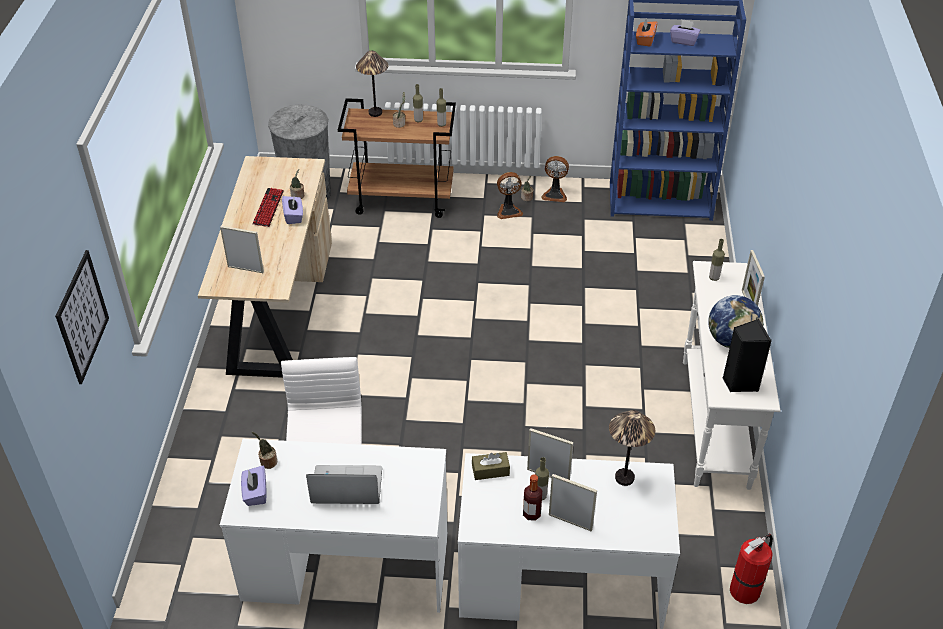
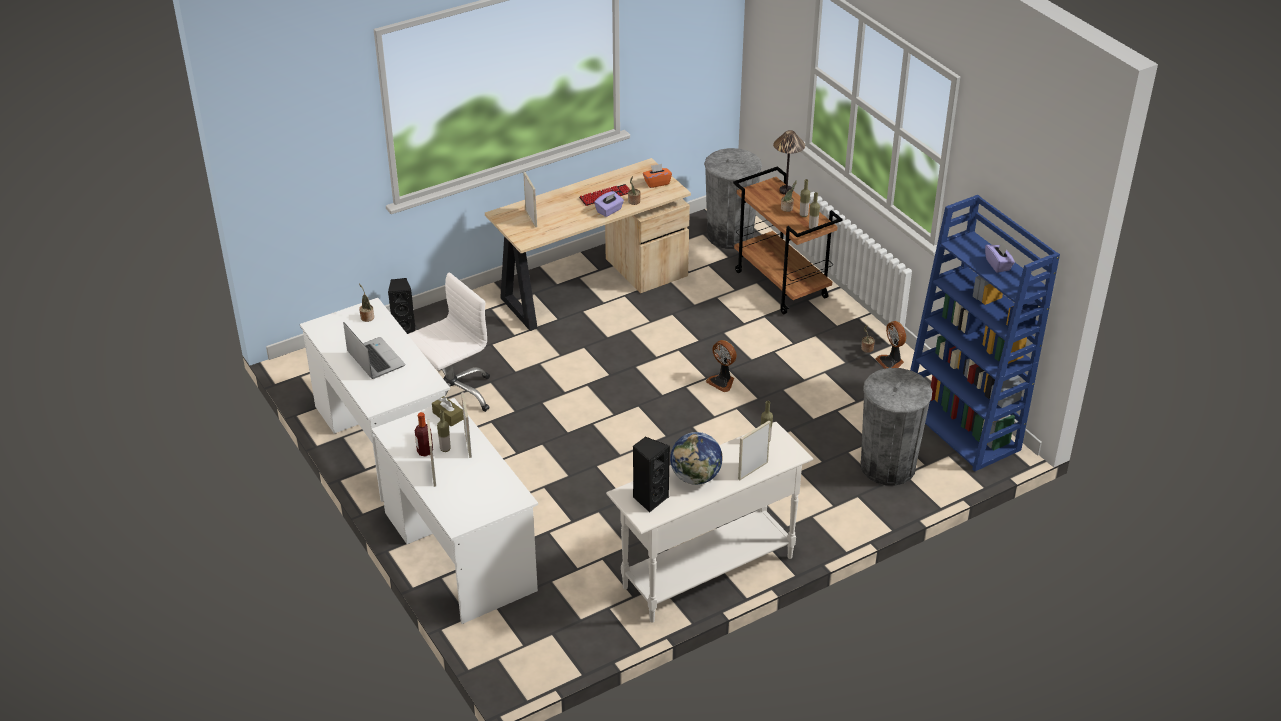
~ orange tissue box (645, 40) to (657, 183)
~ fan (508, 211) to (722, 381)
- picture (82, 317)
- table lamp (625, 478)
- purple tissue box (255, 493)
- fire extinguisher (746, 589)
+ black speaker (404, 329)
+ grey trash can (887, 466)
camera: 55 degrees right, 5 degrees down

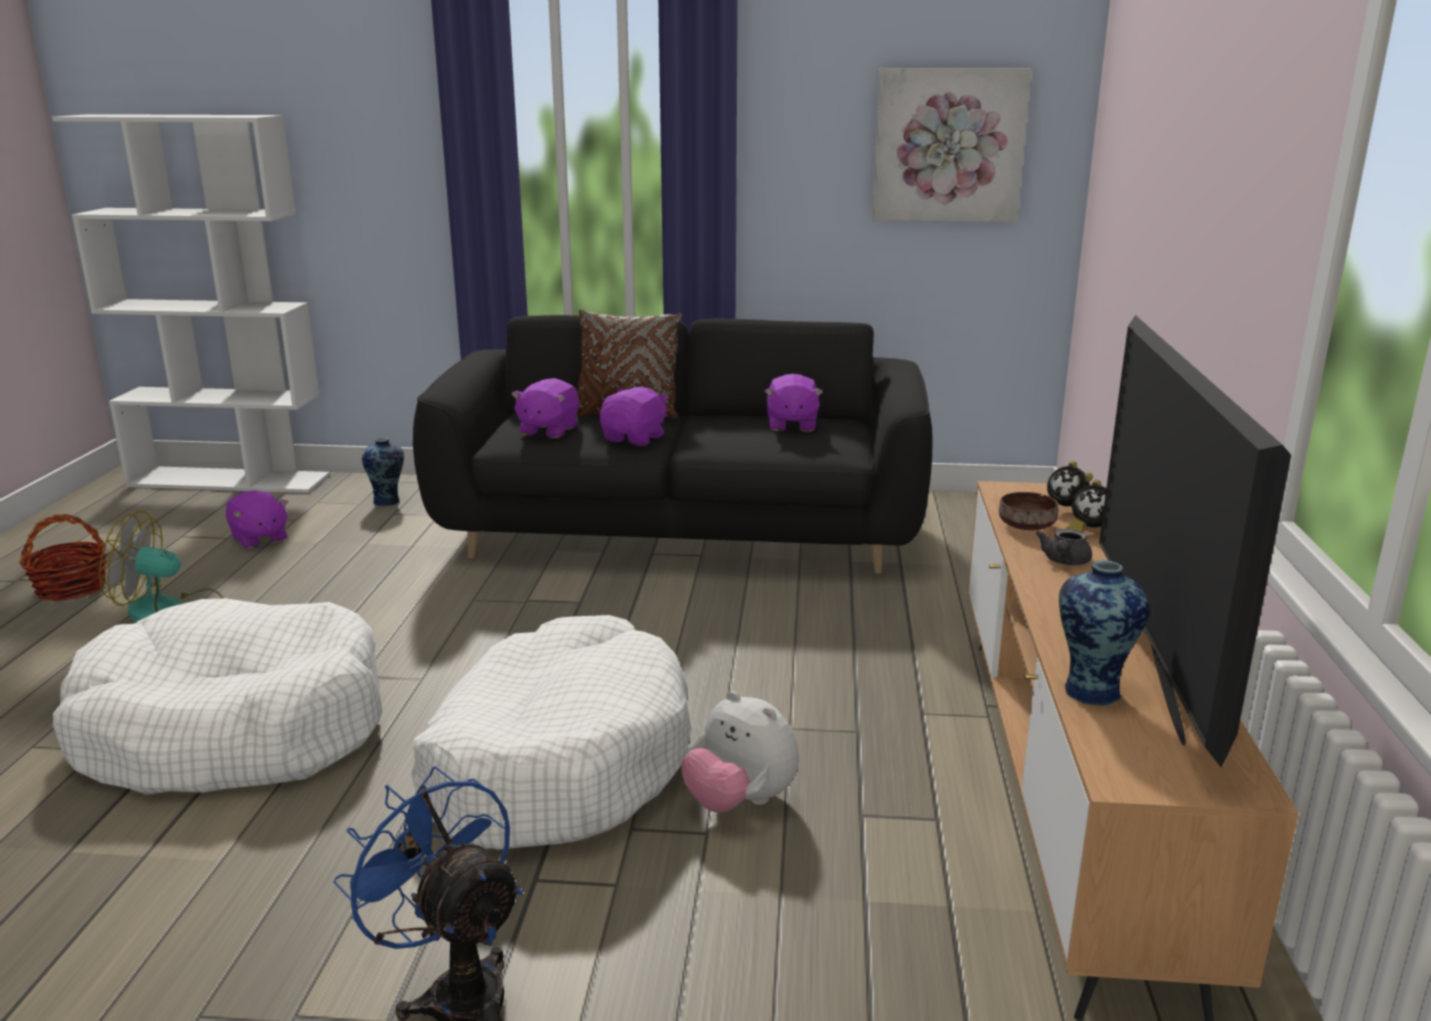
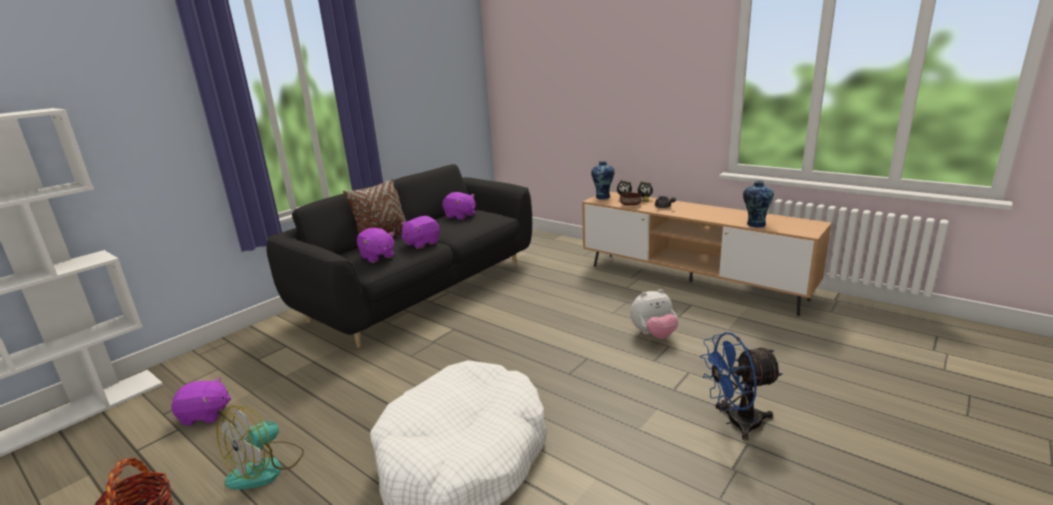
- picture (948, 145)
- television (1150, 668)
~ purple plush toy (635, 439) = (421, 243) 105 degrees counterclockwise
~ vase (388, 501) to (603, 197)
- white dog bed (557, 762)
camera: 55 degrees left, 0 degrees up

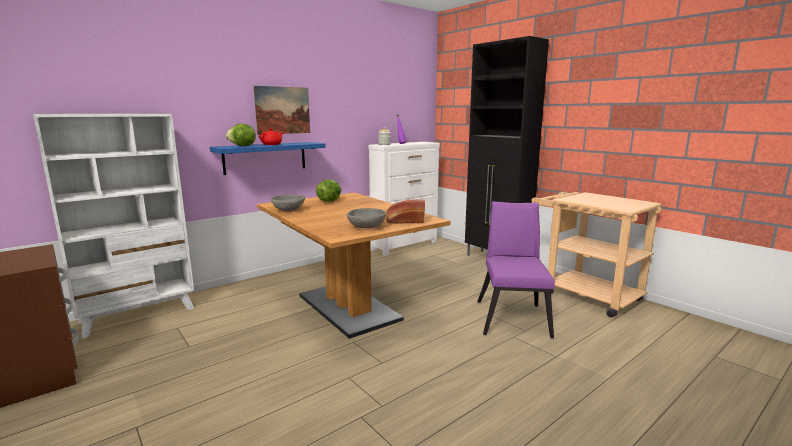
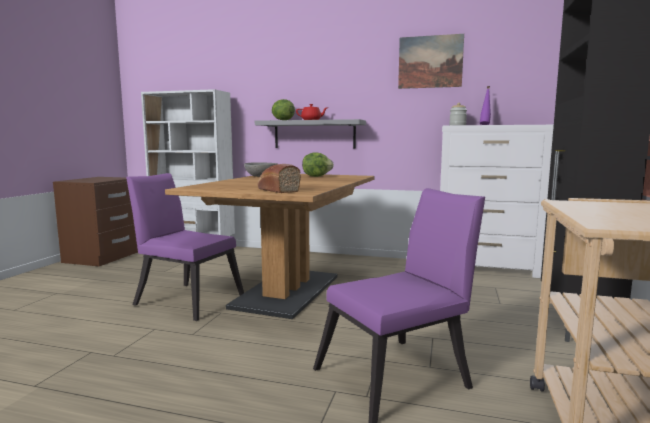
~ picture (283, 110) to (430, 62)
~ blue shelf (265, 157) to grey shelf (314, 134)
- grey bowl (366, 227)
+ purple chair (186, 299)
camera: 55 degrees right, 5 degrees down

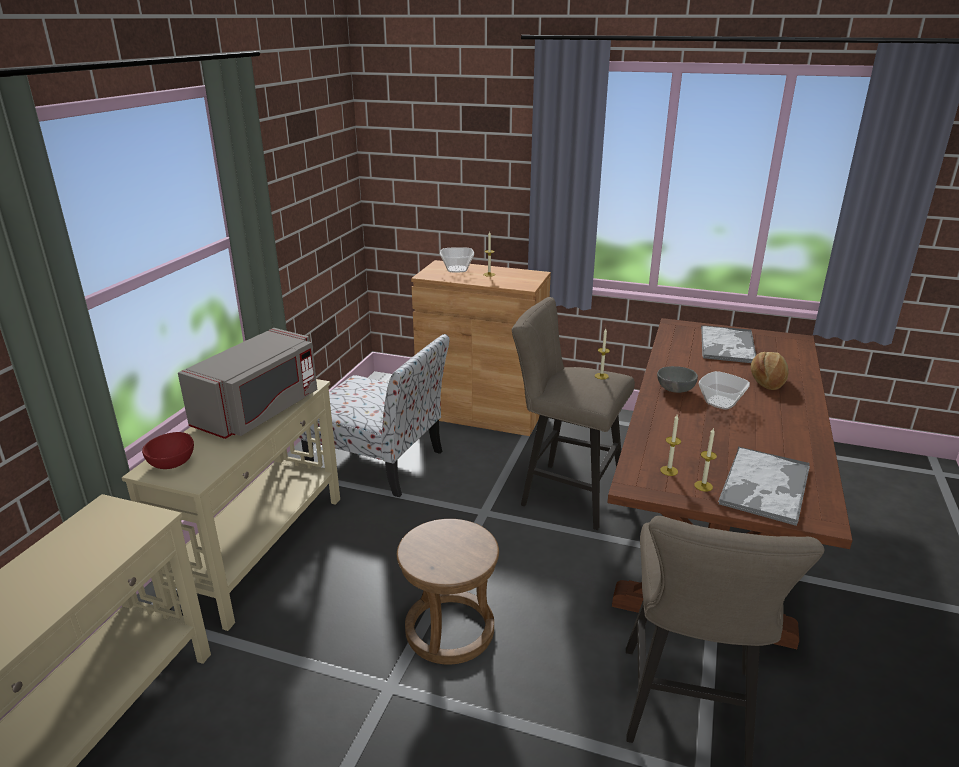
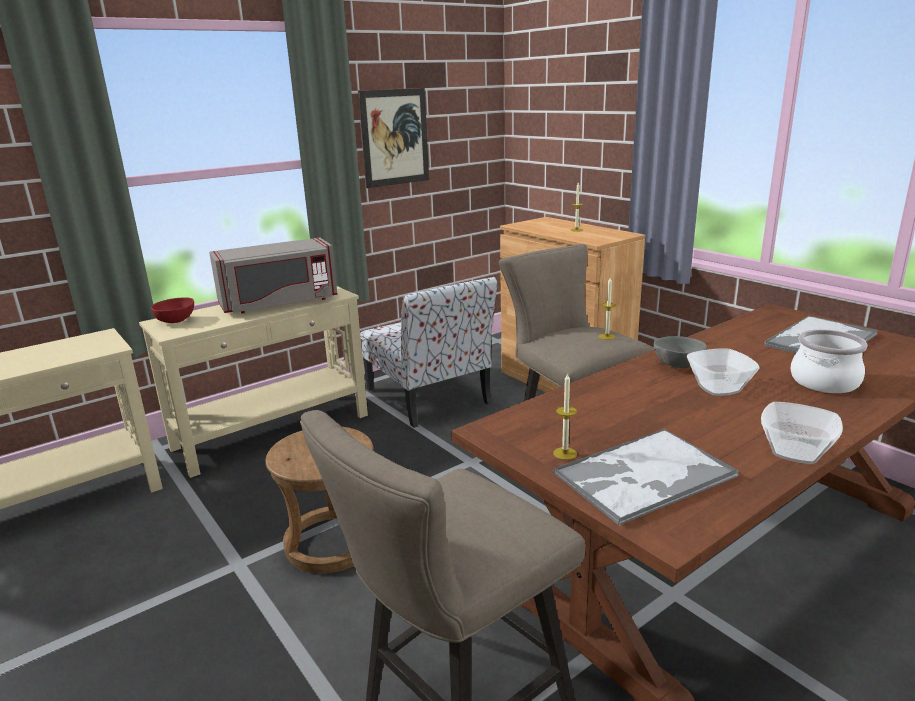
~ bowl (457, 269) to (796, 452)
~ bread (768, 380) to cooking pot (825, 382)
- candle (669, 471)
+ picture (395, 137)
camera: 35 degrees right, 5 degrees down

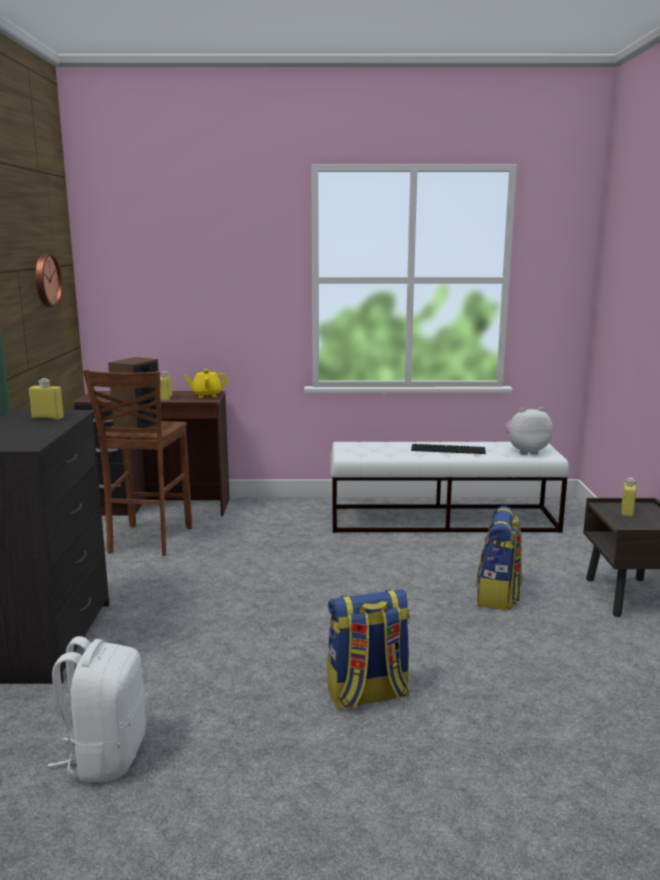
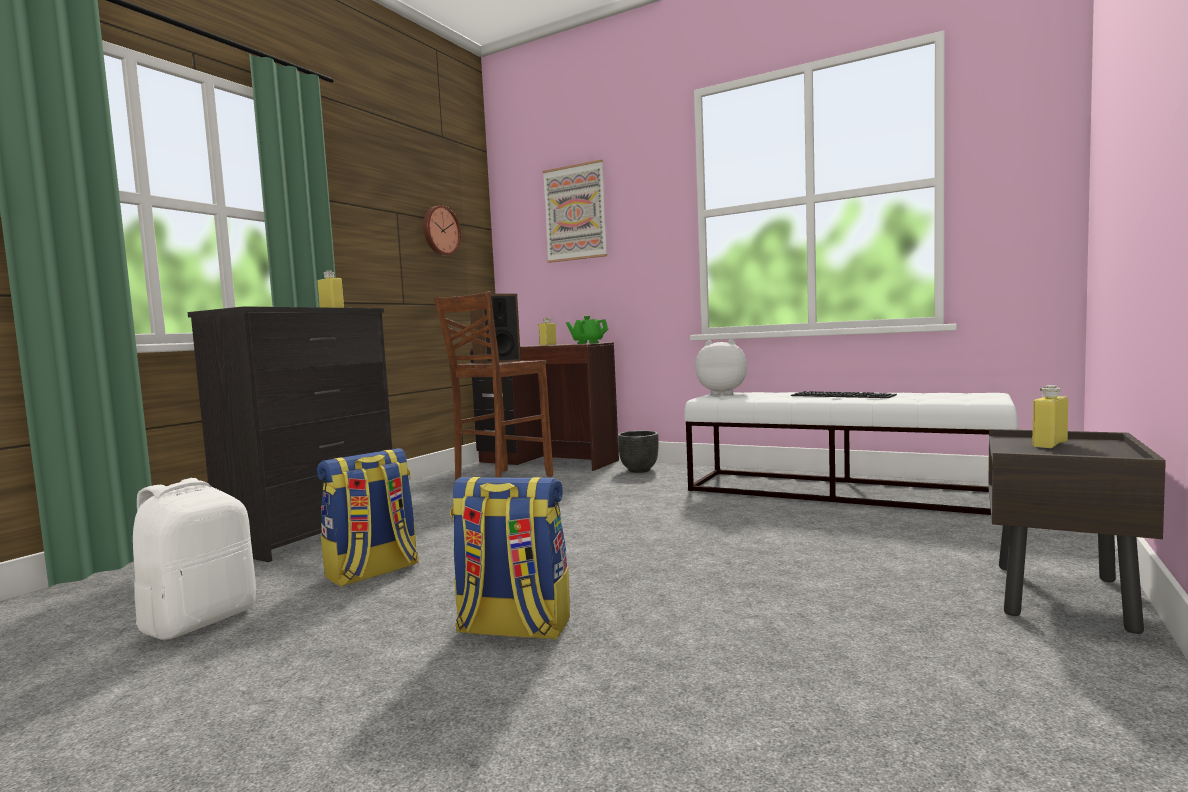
~ yellow teapot (206, 395) to green teapot (587, 343)
~ plush toy (526, 451) to (723, 393)
~ backpack (498, 596) to (373, 572)
+ picture (575, 213)
+ black planter (638, 470)
camera: 30 degrees right, 10 degrees down

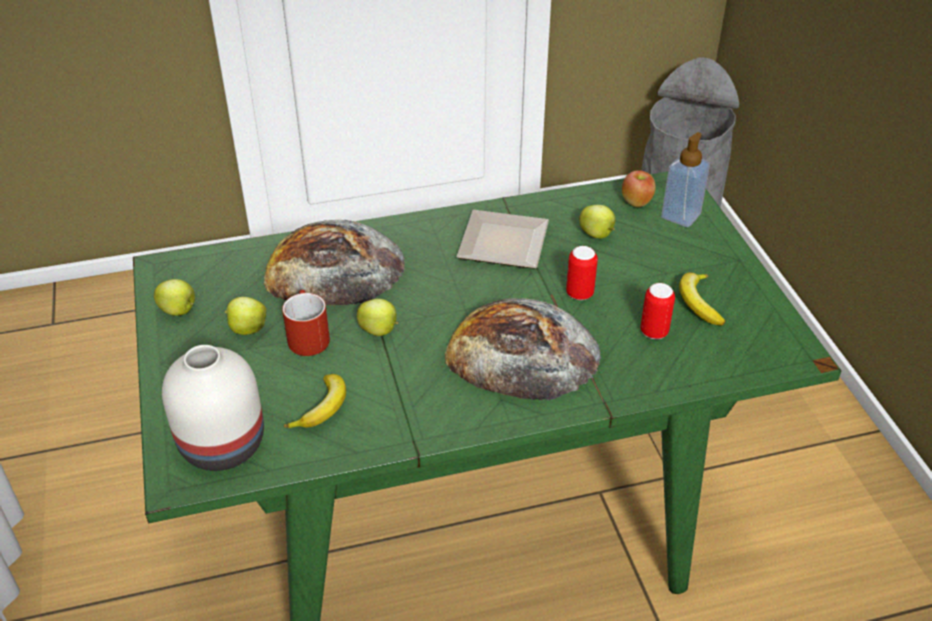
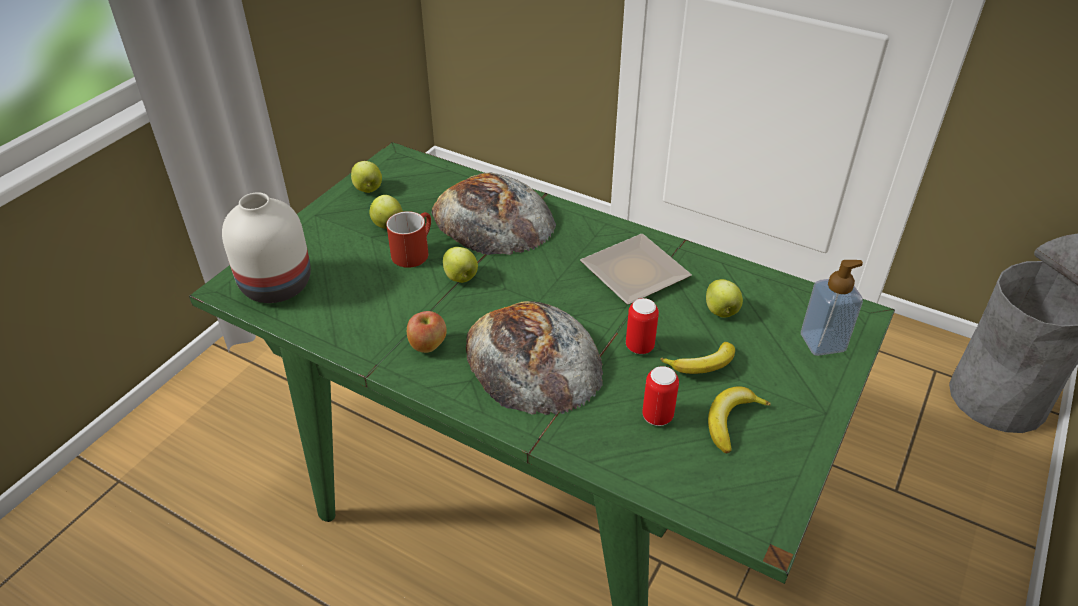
~ apple (637, 202) to (428, 346)
~ banana (323, 408) to (702, 365)
camera: 45 degrees right, 0 degrees up

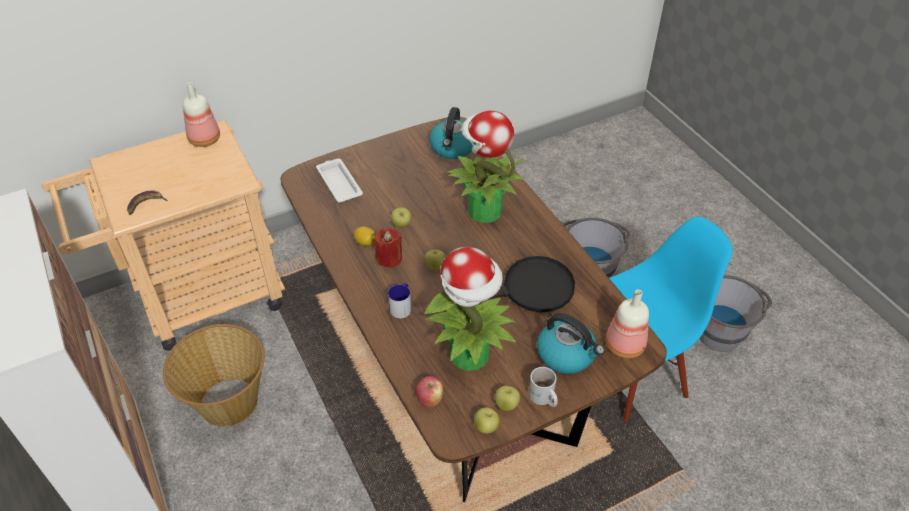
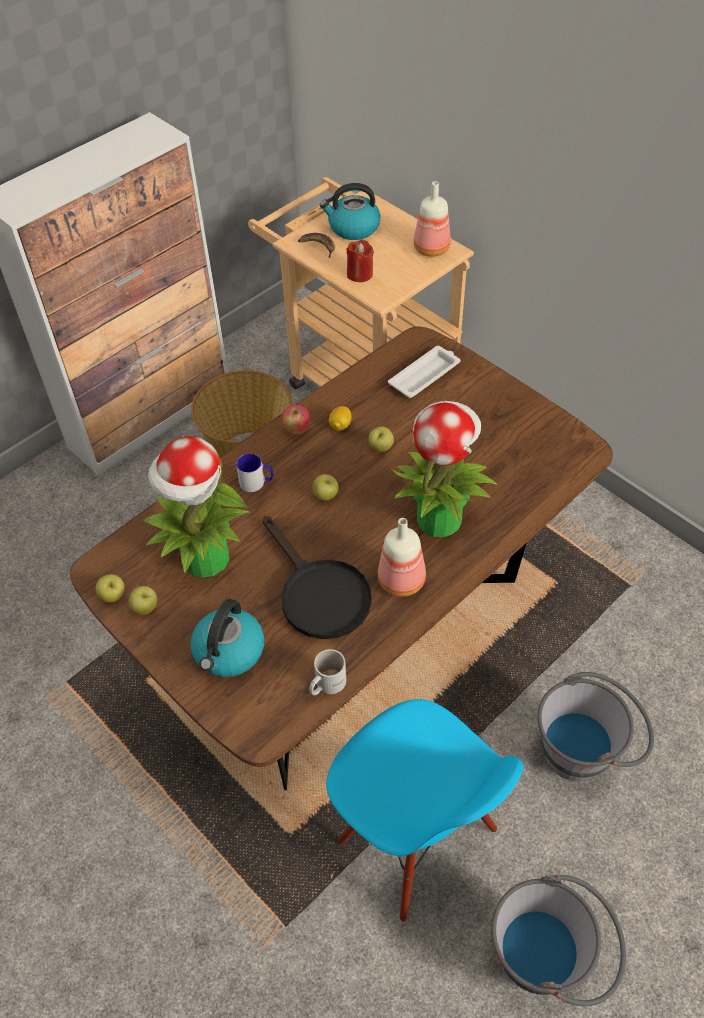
~ kettle (452, 148) to (353, 228)
~ red candle (389, 258) to (360, 274)
~ bottle (623, 345) to (402, 579)
~ white mug (543, 398) to (325, 684)
~ apple (430, 400) to (296, 429)
camera: 75 degrees right, 5 degrees up

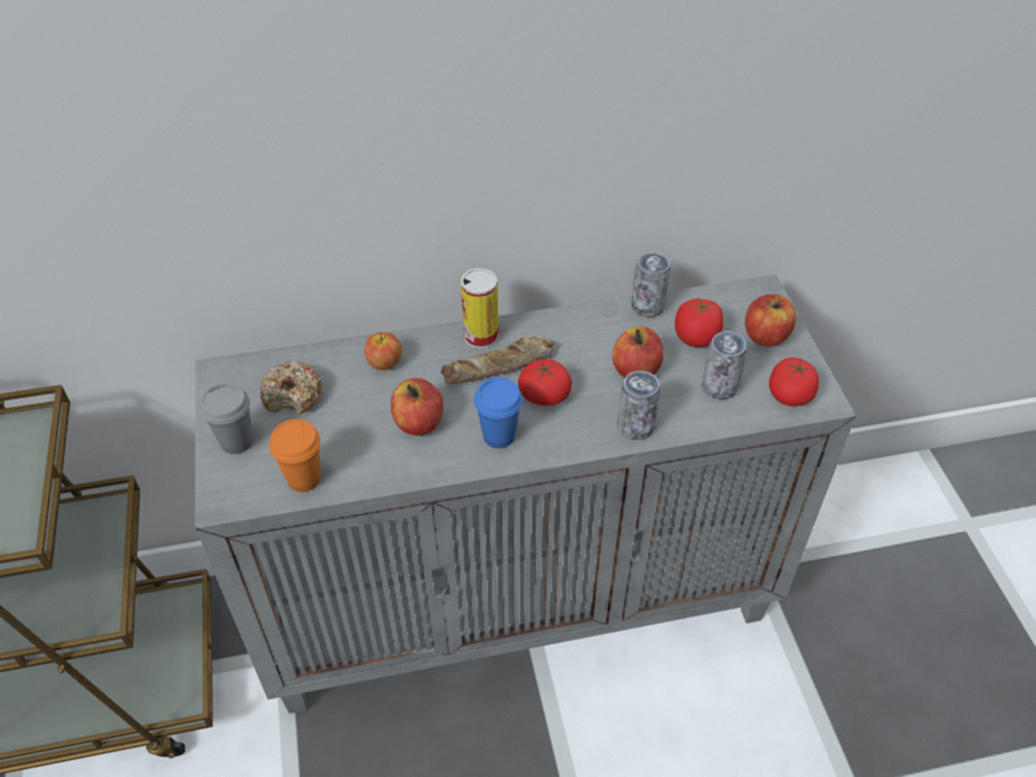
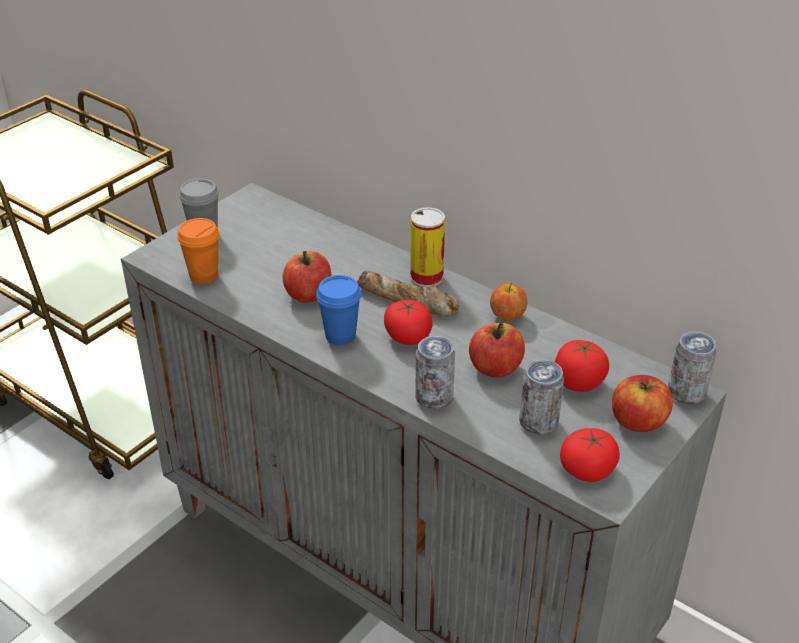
~ can (647, 307) to (686, 393)
~ apple (385, 363) to (507, 315)
- donut (293, 395)
camera: 50 degrees right, 10 degrees down

